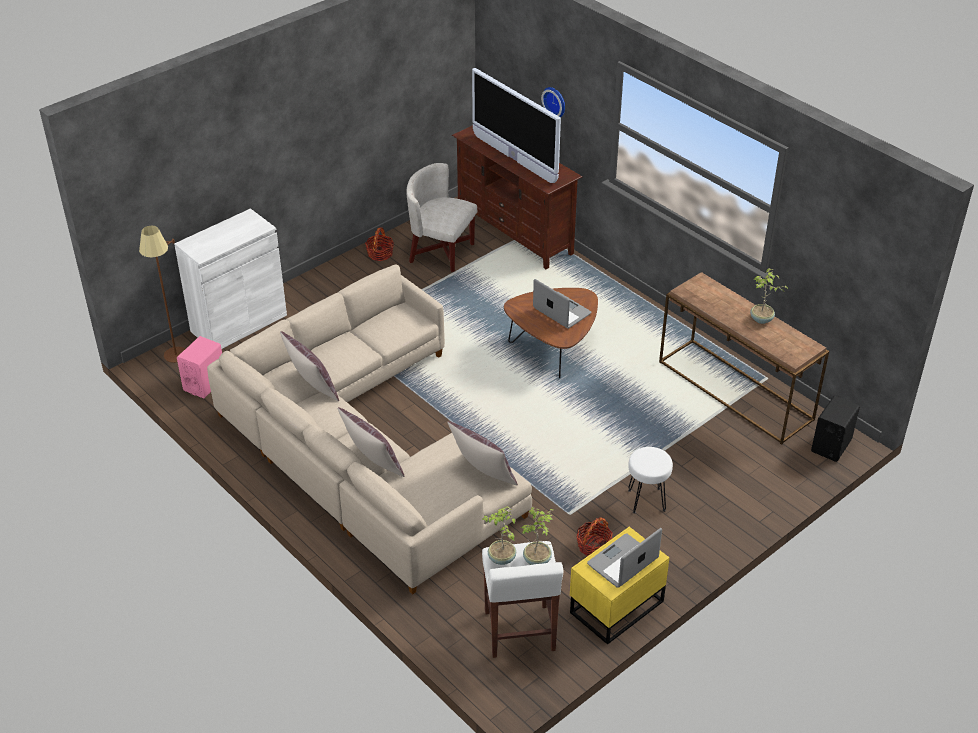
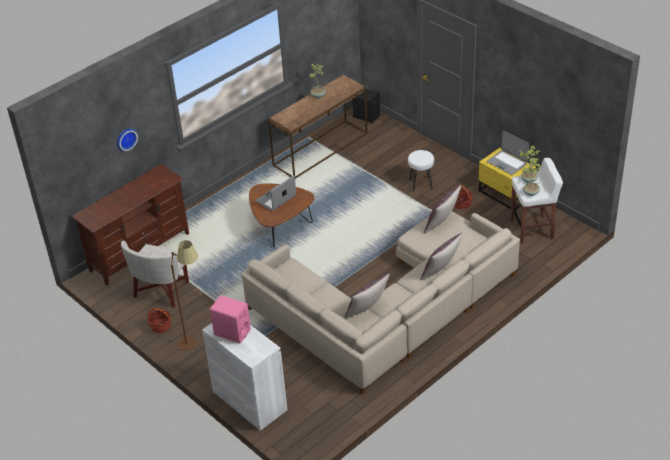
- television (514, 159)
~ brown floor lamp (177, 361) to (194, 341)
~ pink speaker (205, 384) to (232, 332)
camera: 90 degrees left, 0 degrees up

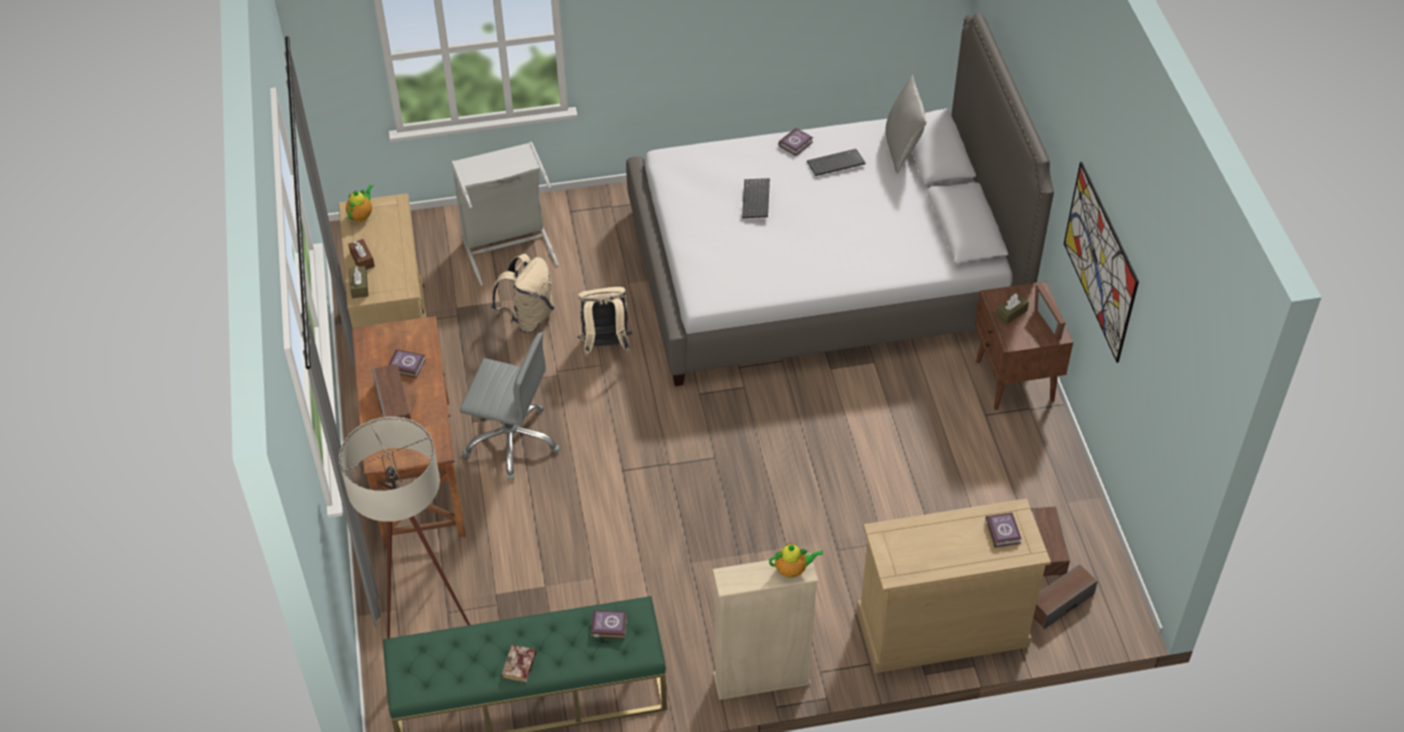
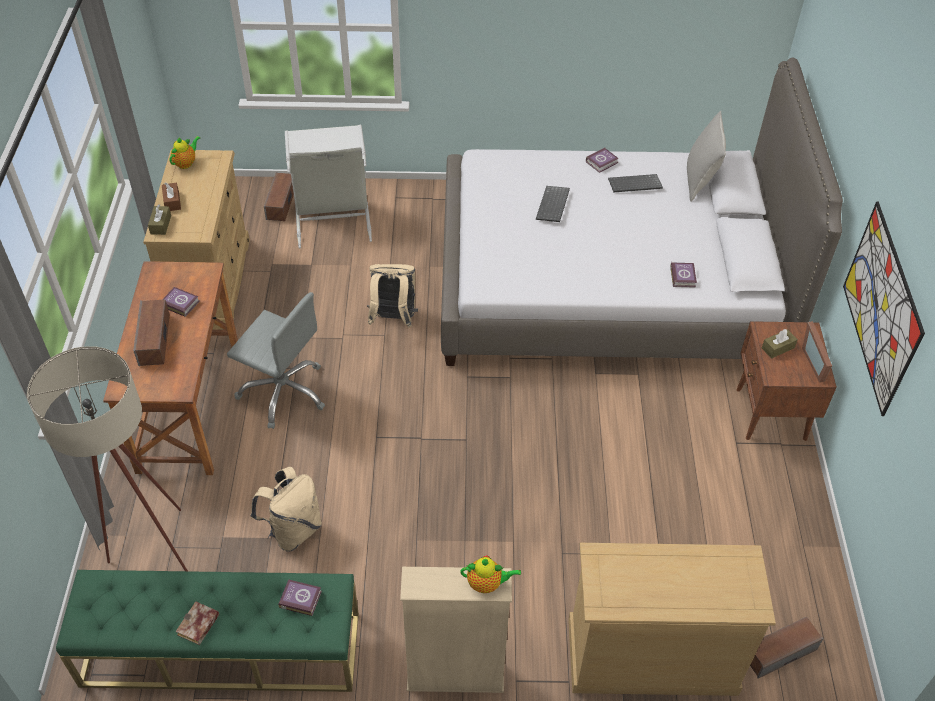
~ beige backpack (528, 317) to (293, 530)
~ speaker (1047, 547) to (281, 203)
~ book (1003, 531) to (683, 276)
camera: 10 degrees right, 0 degrees up

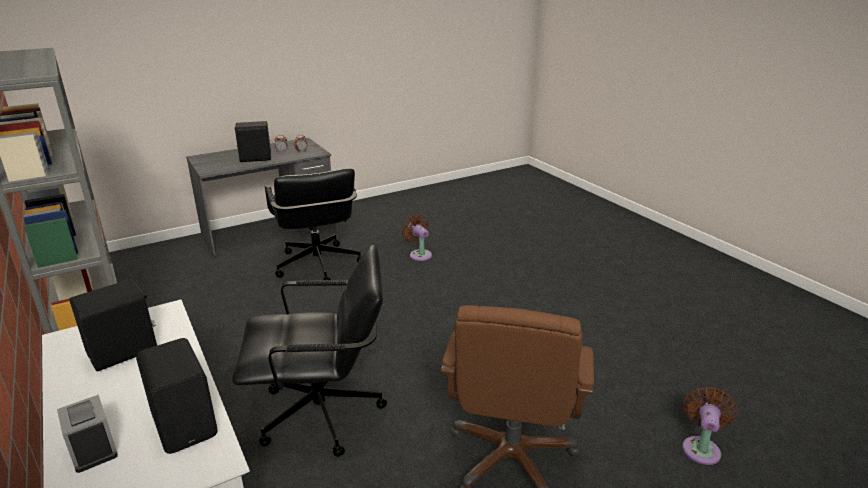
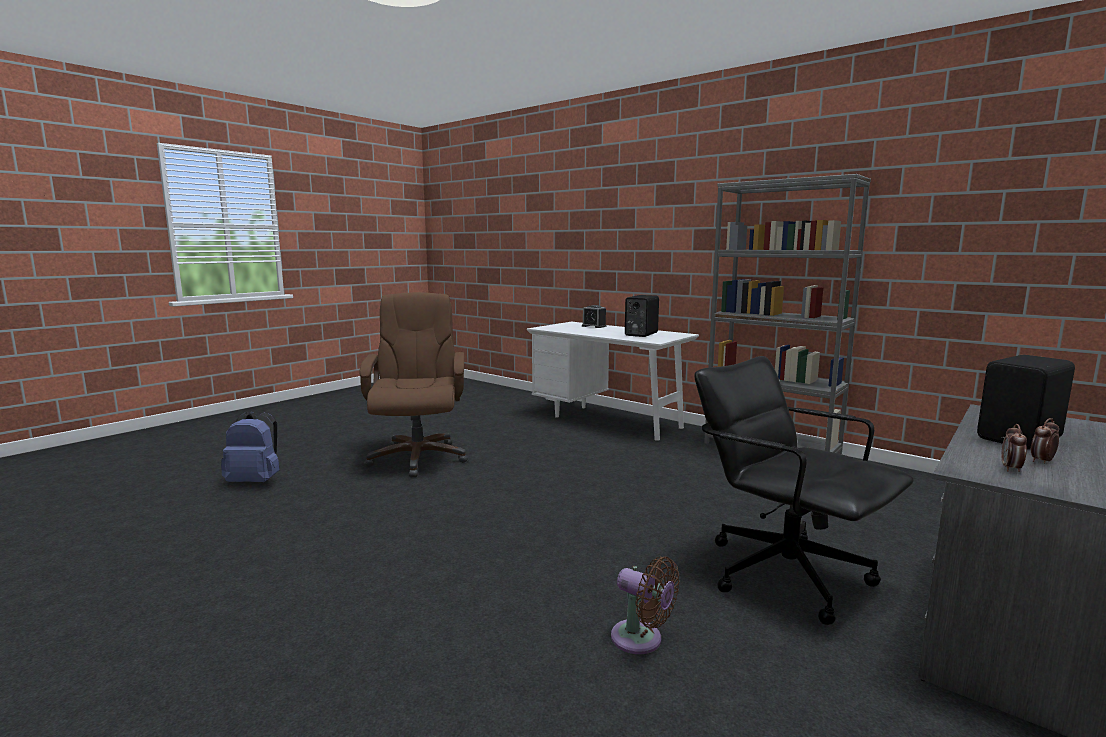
- black office chair (322, 414)
- black speaker (186, 423)
~ brown fan (701, 447) to blue backpack (256, 481)
camera: 160 degrees right, 15 degrees down

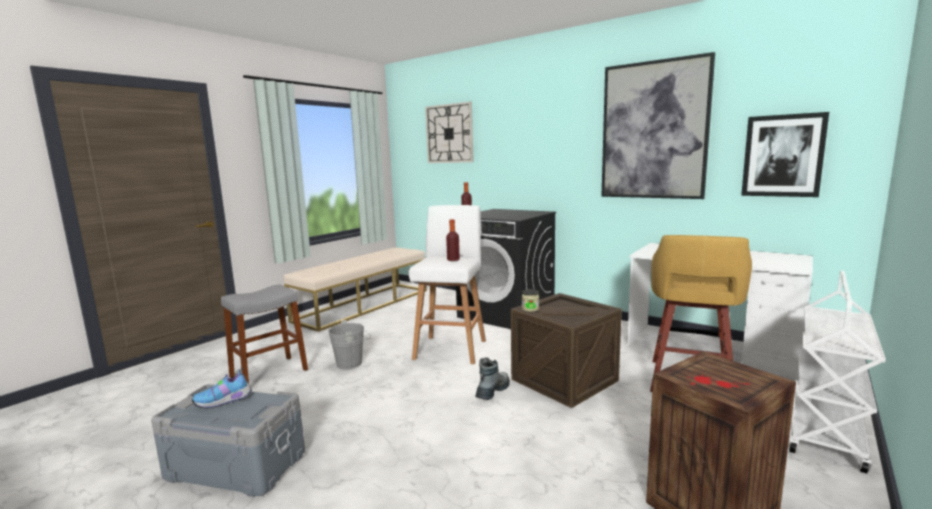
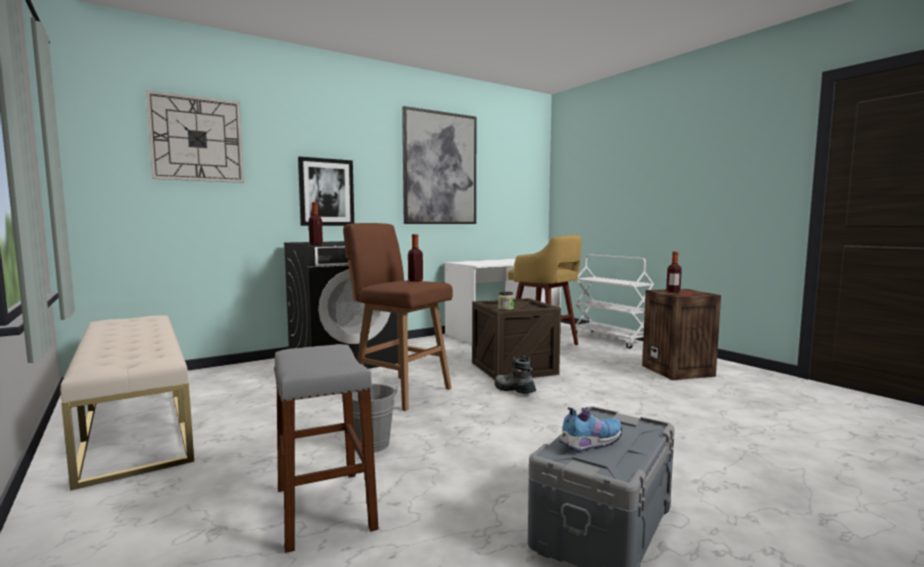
~ picture (783, 156) to (326, 192)
~ white stool (451, 348) to brown stool (400, 391)
~ shoe (225, 401) = (589, 444) 105 degrees counterclockwise
+ bottle (673, 291)
camera: 70 degrees left, 5 degrees down

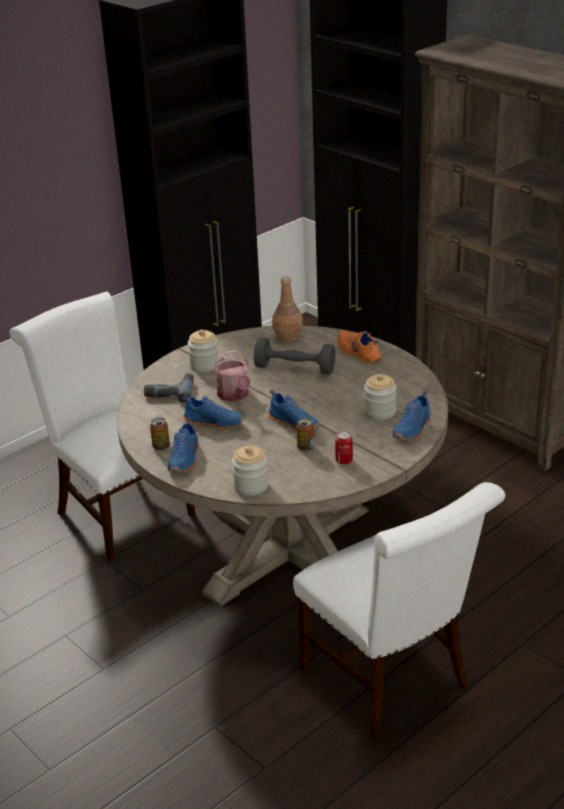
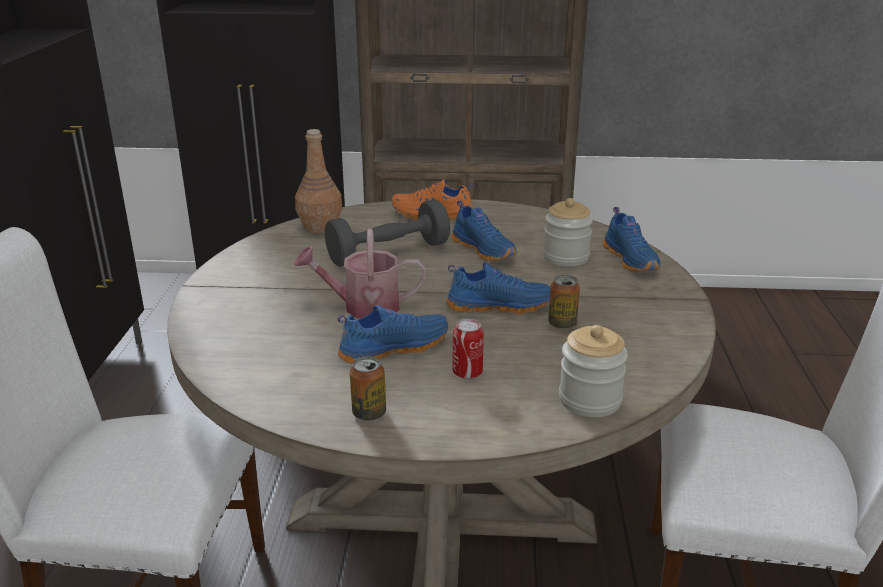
- jar (204, 365)
~ watering can (234, 395) = (363, 307) 150 degrees clockwise
- power drill (170, 391)
~ blue shoe (185, 459) to (485, 250)
~ can (344, 460) to (467, 372)
camera: 45 degrees left, 5 degrees down

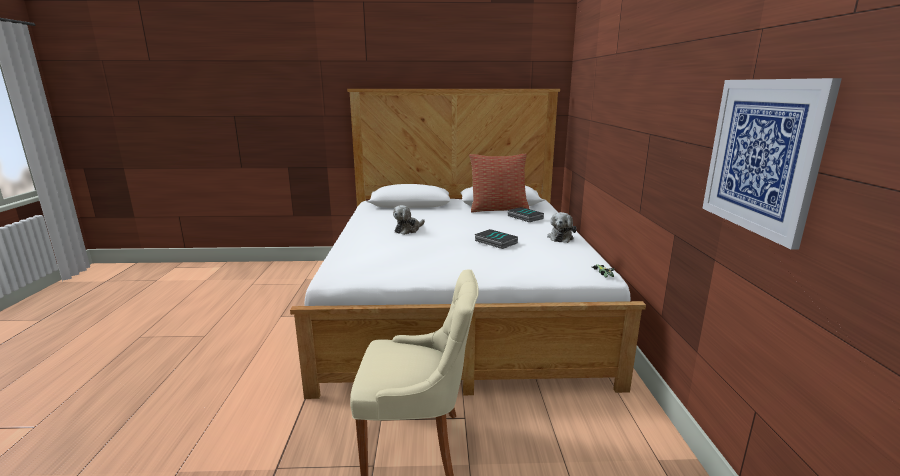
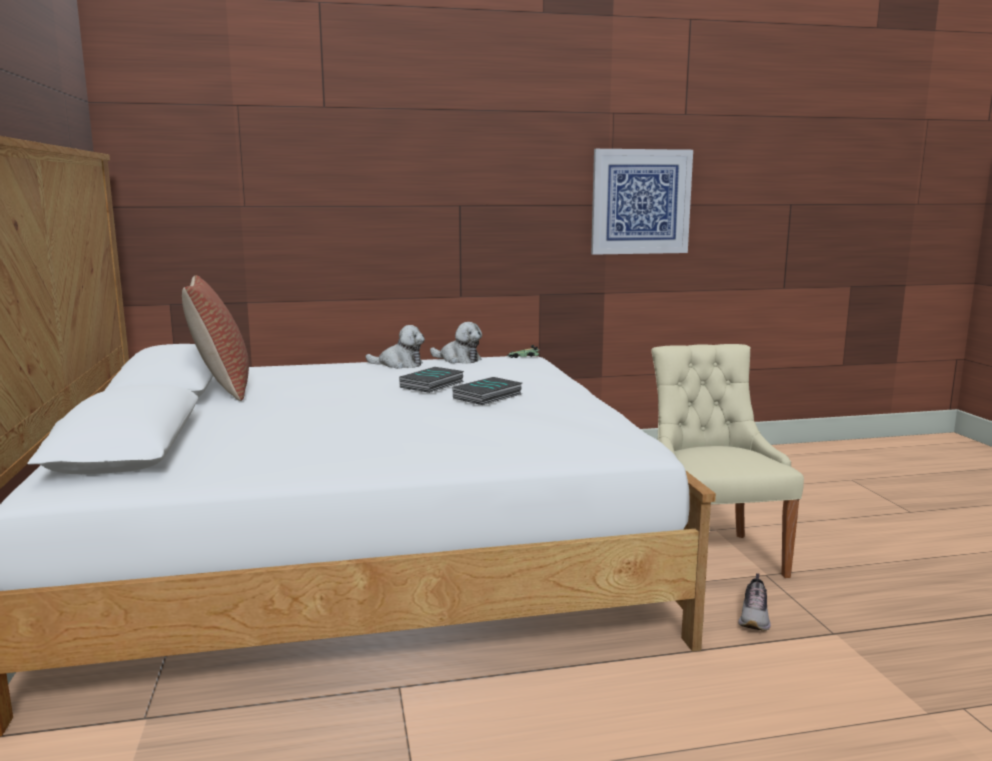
~ plush toy (408, 230) to (458, 359)
~ book (524, 217) to (488, 396)
+ shoe (755, 618)
camera: 100 degrees left, 5 degrees down

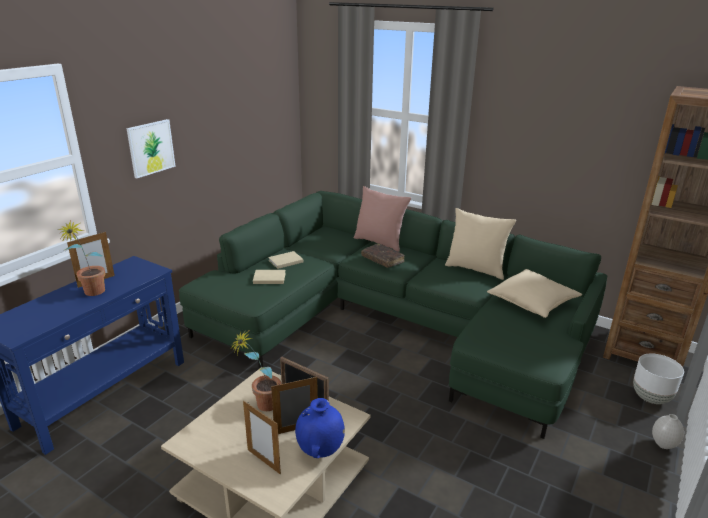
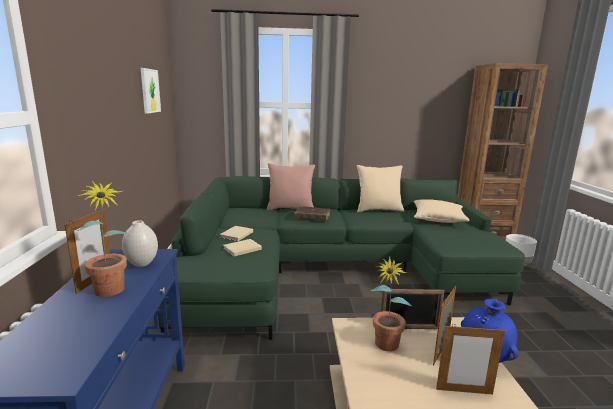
~ picture (151, 148) to (150, 91)
~ white vase (663, 445) to (142, 264)
camera: 35 degrees left, 10 degrees down

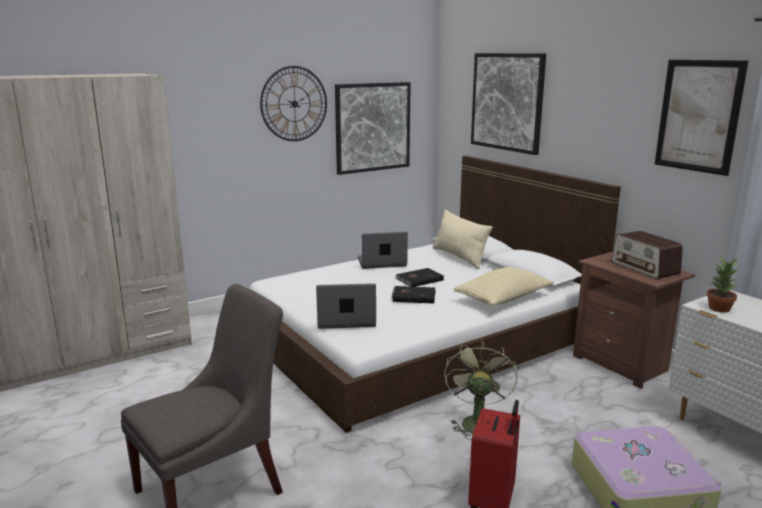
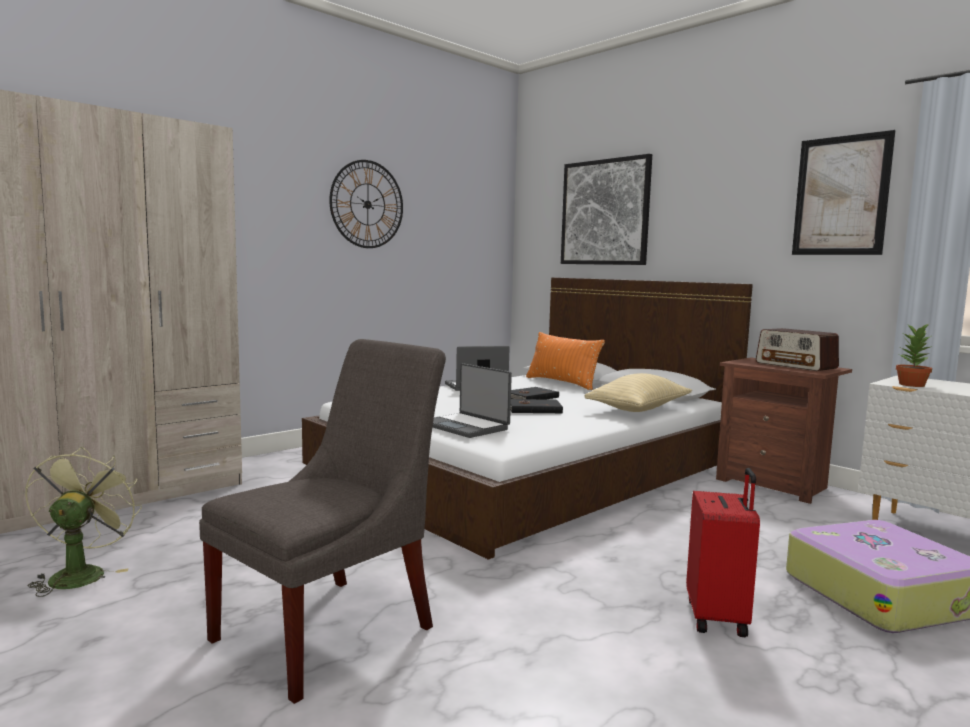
- picture (372, 127)
~ beige pillow (459, 257) to orange pillow (562, 383)
~ laptop (346, 320) = (466, 426) 120 degrees counterclockwise
~ green fan (476, 421) to (81, 573)
camera: 10 degrees left, 10 degrees down

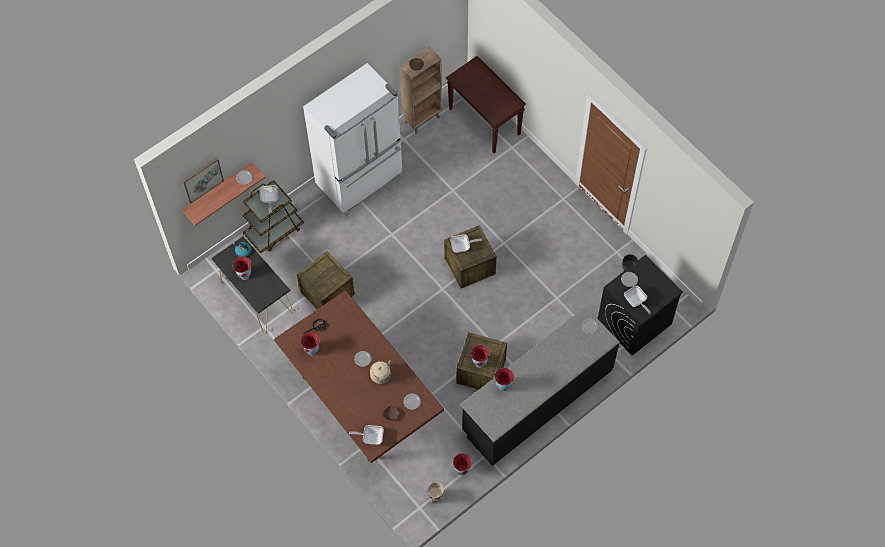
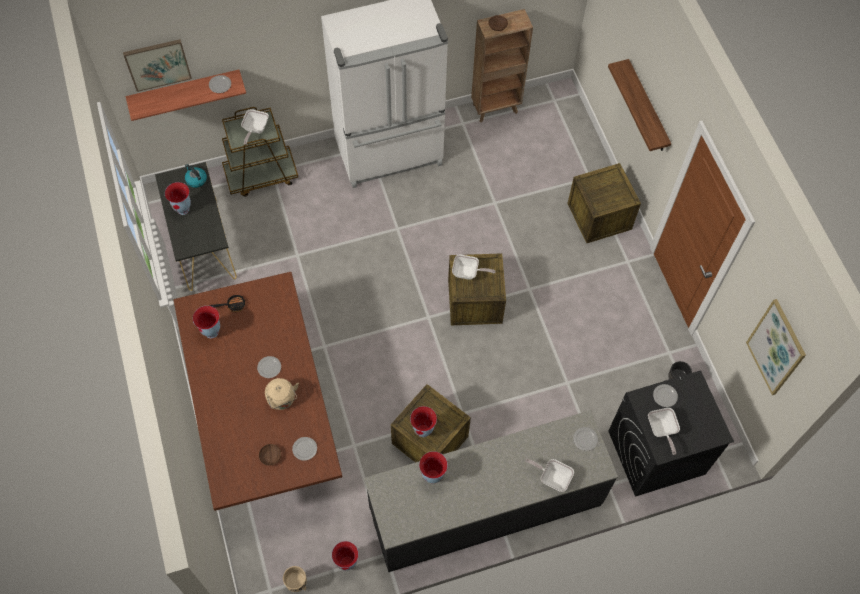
- brown console table (485, 122)
~ crate (327, 293) to (599, 216)
~ frying pan (371, 437) to (552, 477)
+ shelf (647, 108)
+ picture (776, 347)
camera: 20 degrees right, 0 degrees up

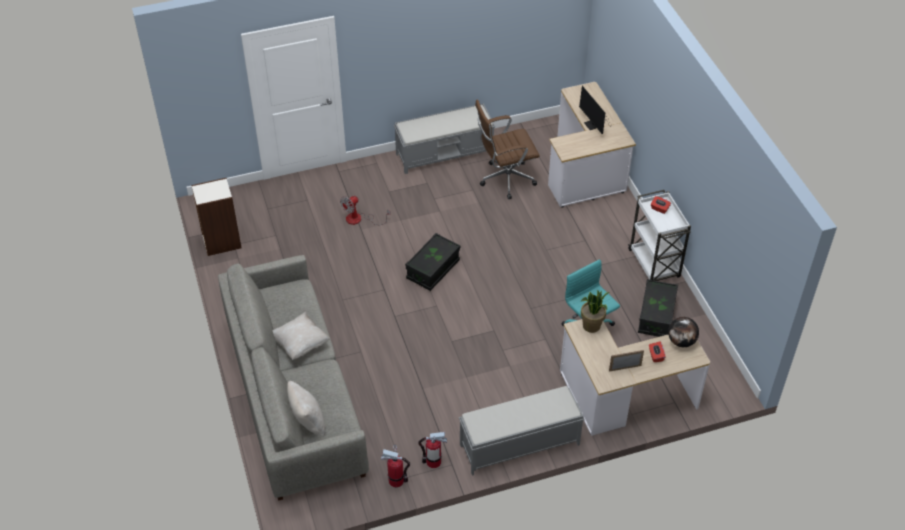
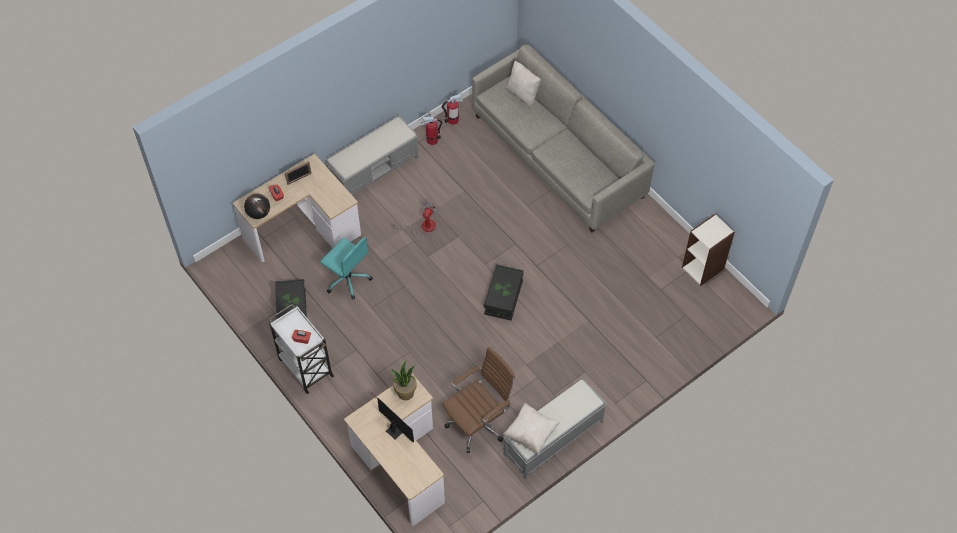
~ fan (359, 219) to (423, 227)
~ potted plant (591, 326) to (405, 393)
~ beige pillow (300, 344) to (531, 433)
camera: 160 degrees right, 10 degrees up

